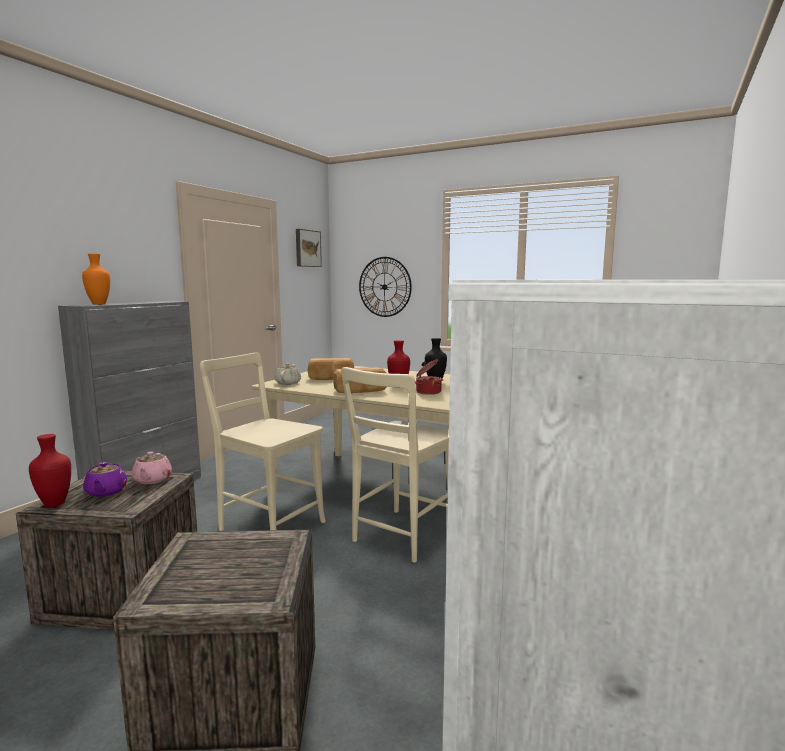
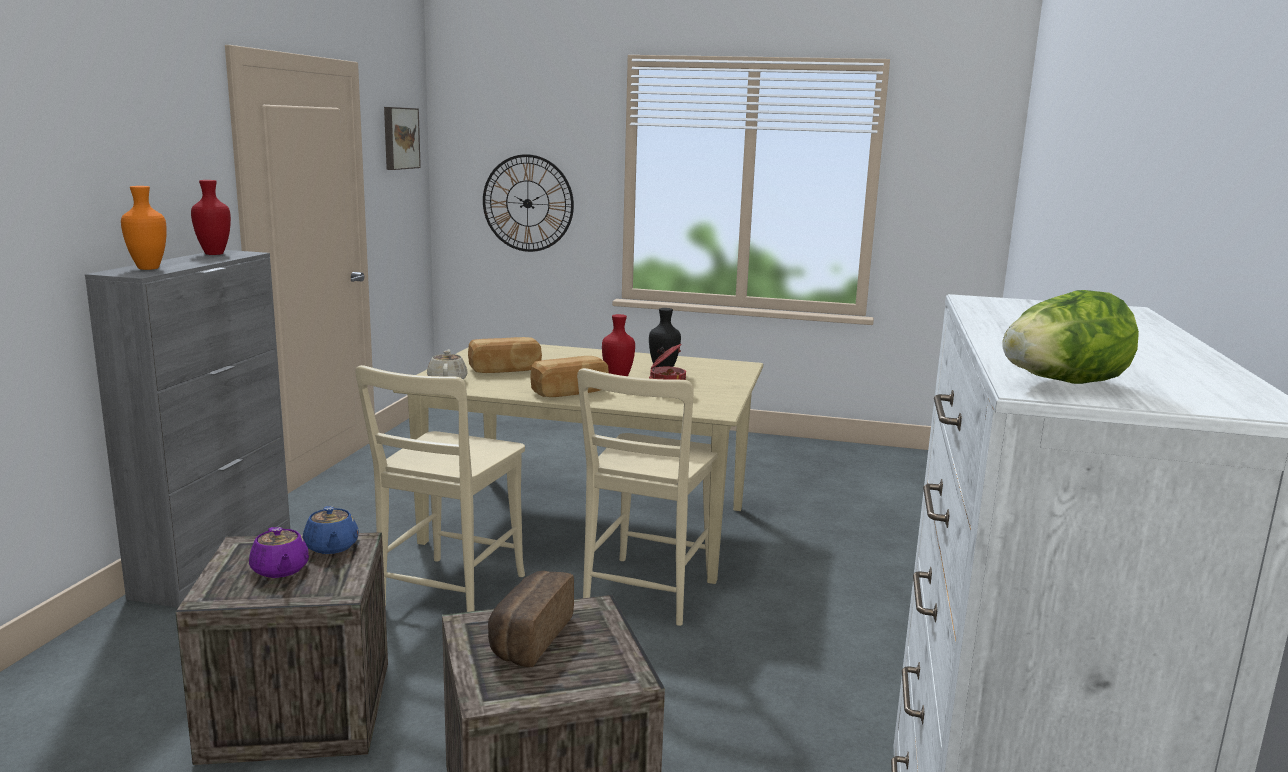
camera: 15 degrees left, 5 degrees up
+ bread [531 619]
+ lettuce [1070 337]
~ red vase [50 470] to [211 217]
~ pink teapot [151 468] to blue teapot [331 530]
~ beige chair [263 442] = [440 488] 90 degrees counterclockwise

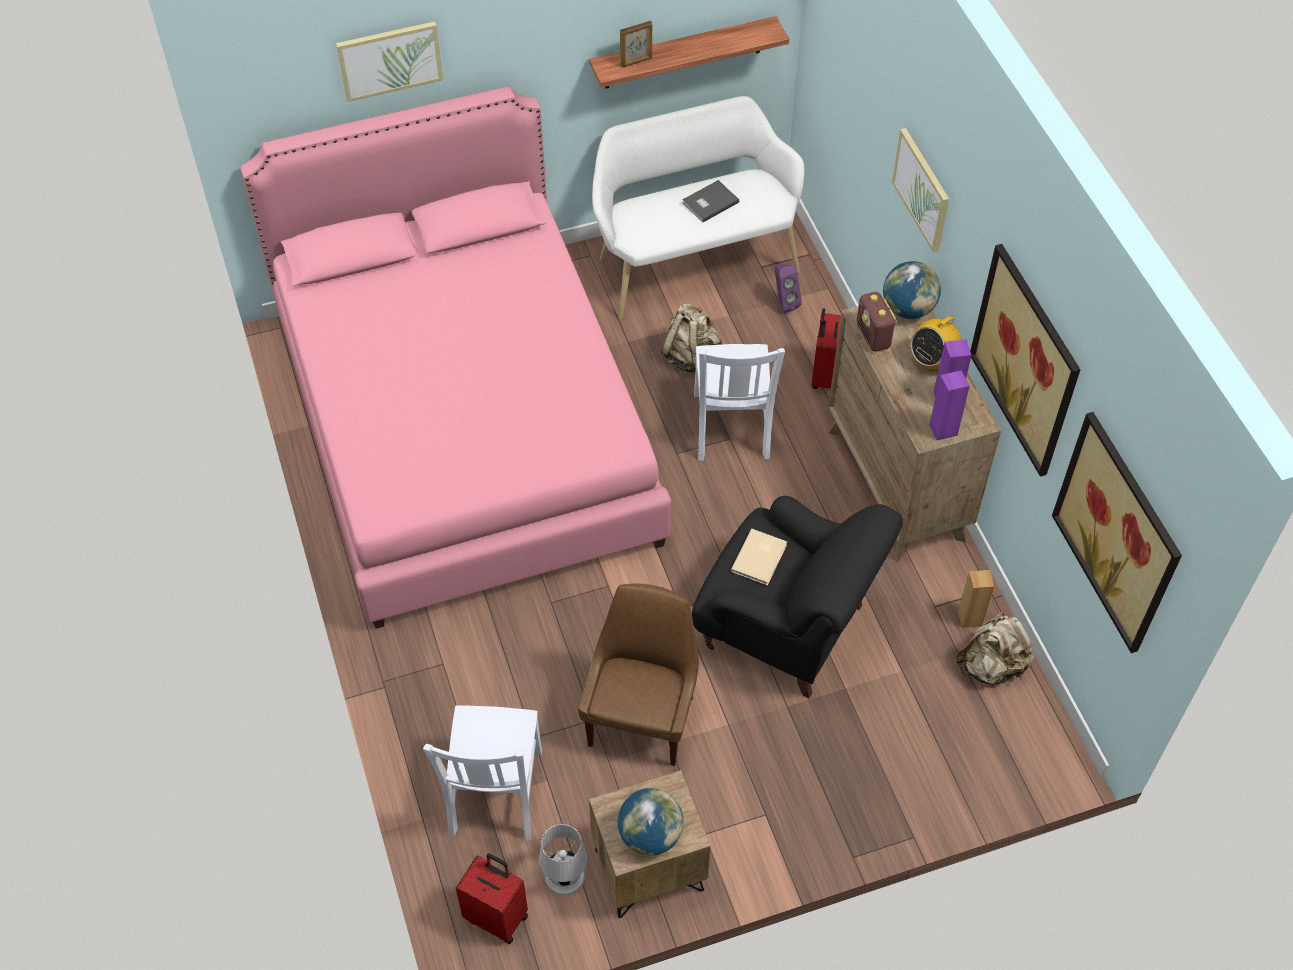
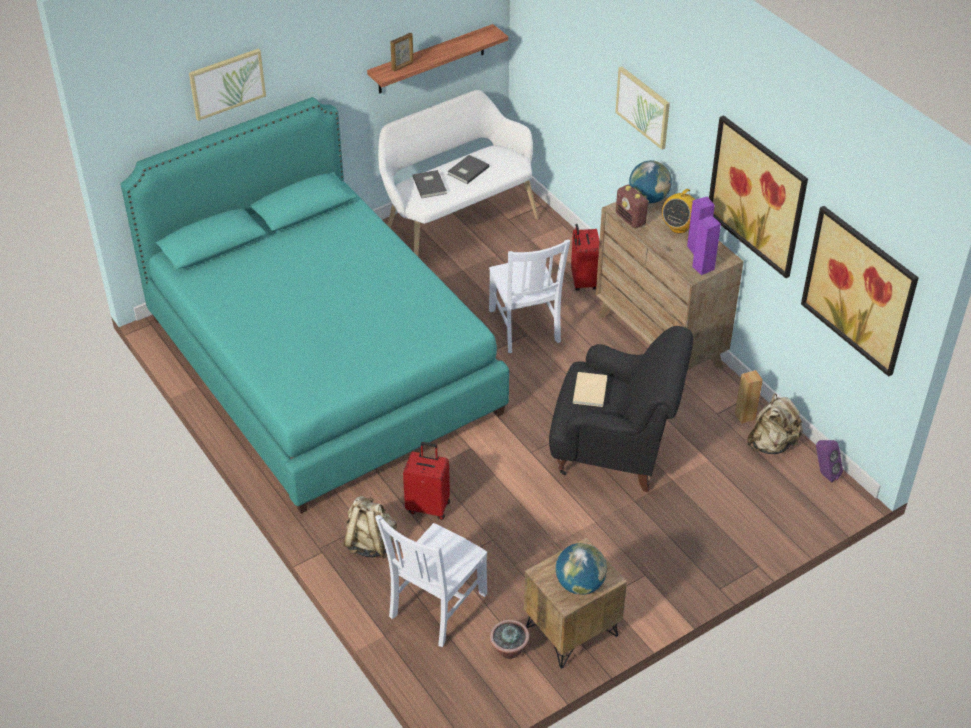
camera: 15 degrees left, 10 degrees down
- brown chair [638 675]
+ grey book [430 184]
~ red suitcase [492 898] to [426 481]
~ beige backpack [691 338] to [370 527]
~ purple speaker [788 288] to [829 461]
~ white table lamp [563 859] to potted plant [510 639]
~ pink bed [456 357] to turquoise bed [315 305]
~ white chair [482 773] = [431 581] 45 degrees clockwise

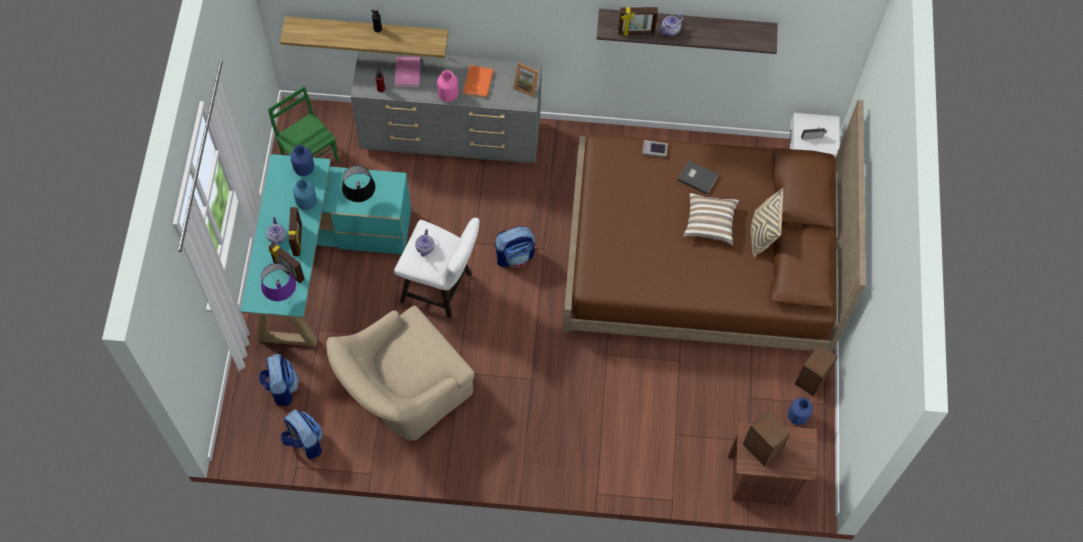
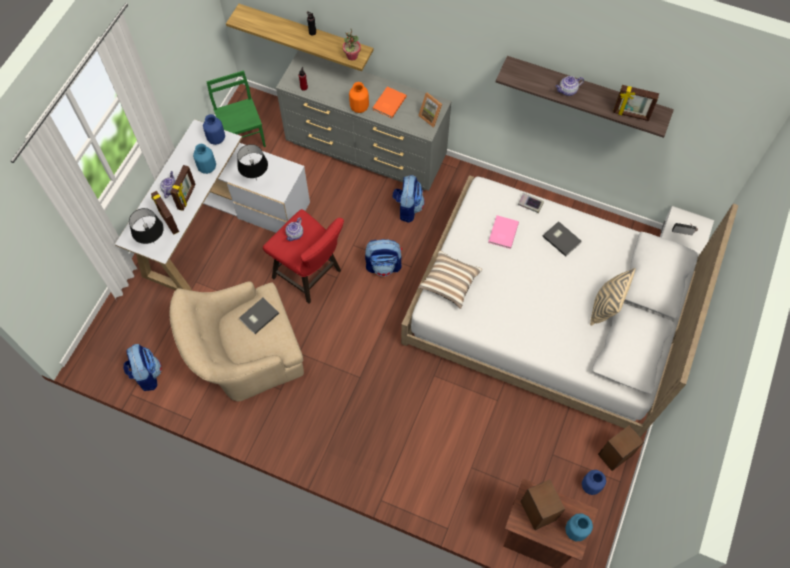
camera: 20 degrees right, 0 degrees up
+ grey book [259 316]
+ potted plant [352 44]
+ blue vase [579 527]
~ backpack [279 380] to [409 199]
~ pink book [408 72] to [503 232]
~ picture frame [638 21] to [636 103]
~ pillow [711 219] to [450 279]
~ turquoise desk [325 250] to white desk [212 205]
~ purple table lamp [278 282] to black table lamp [146 226]
~ white stool [437 268] to red stool [303 256]
~ pink vase [448 86] to orange vase [359 97]
~ brown bed [714 226] to white bed [570 306]

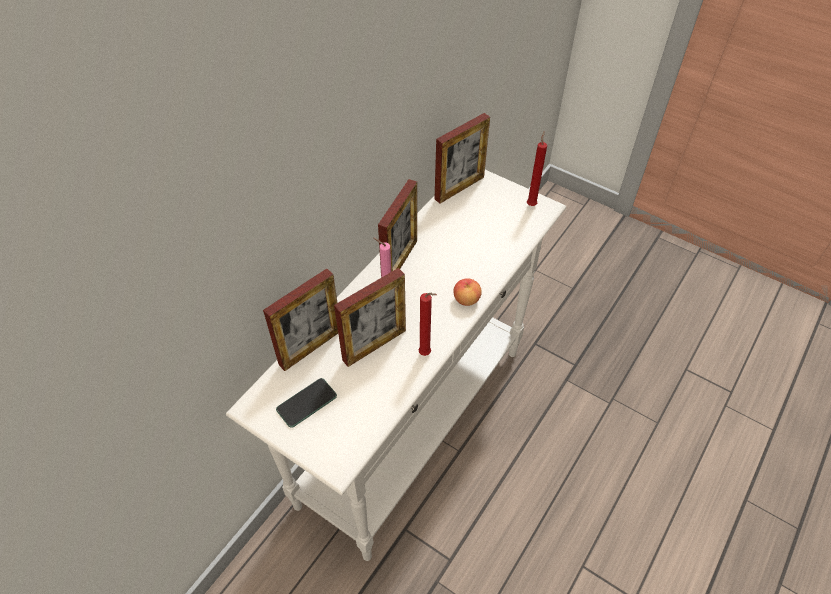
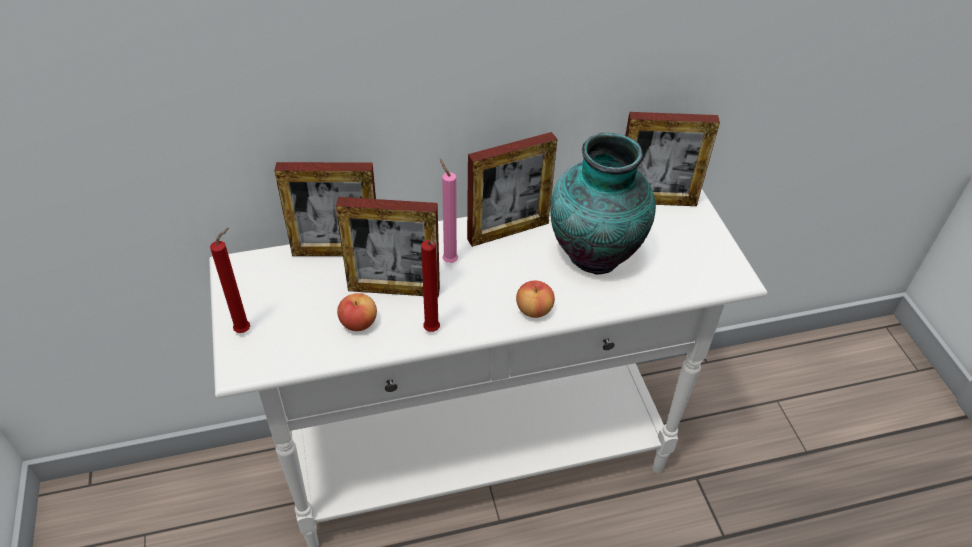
camera: 40 degrees right, 5 degrees down
- phone [306 403]
+ apple [357 312]
+ vase [603 204]
~ red candle [537 168] to [230 280]

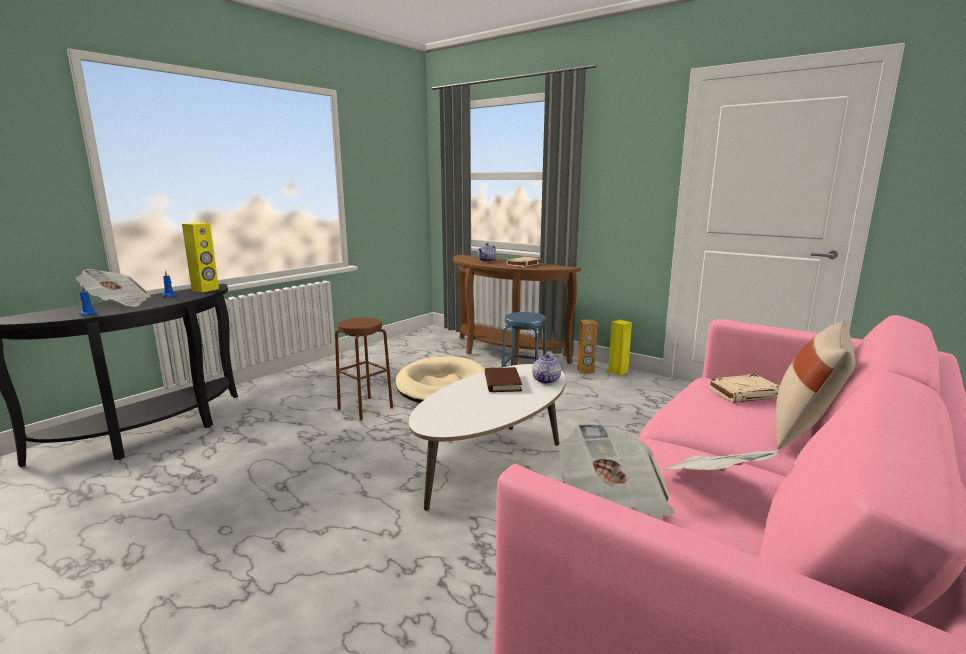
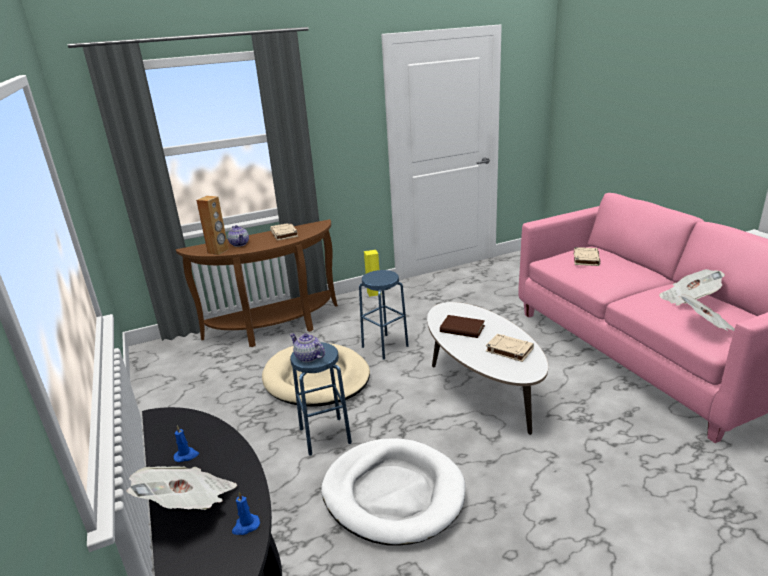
camera: 60 degrees left, 10 degrees up
- yellow speaker [200 257]
- beige pillow [815 385]
+ white dog bed [393 492]
+ beige book [510 348]
~ teapot [546 368] to [307 347]
~ brown speaker [587 347] to [212 225]
~ brown stool [364 369] to blue stool [321 399]

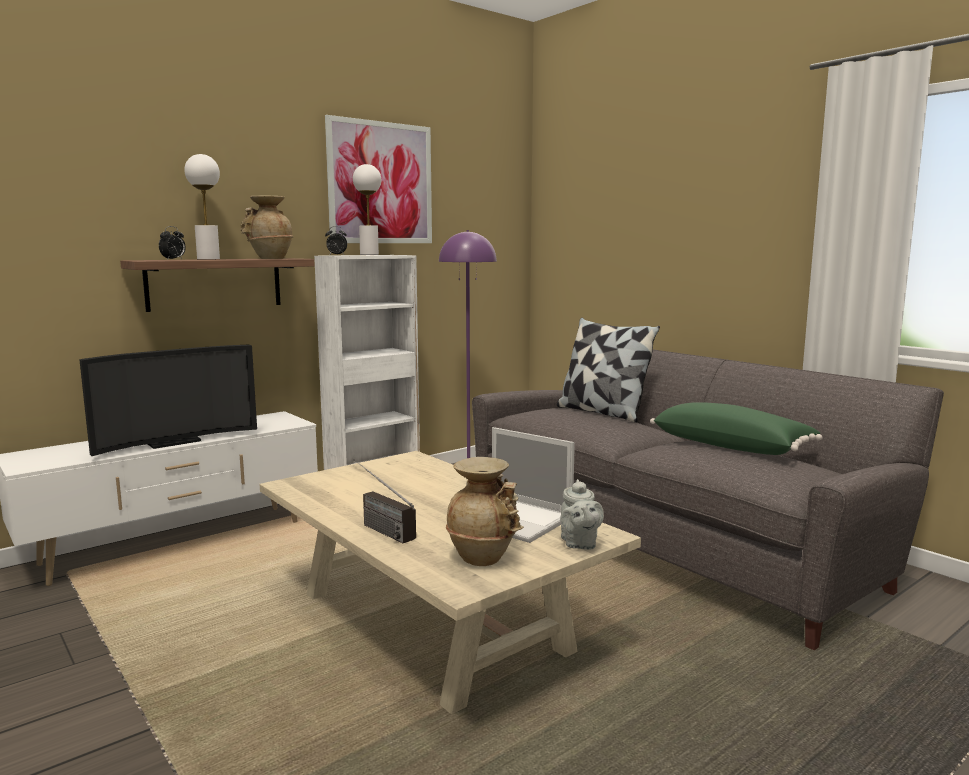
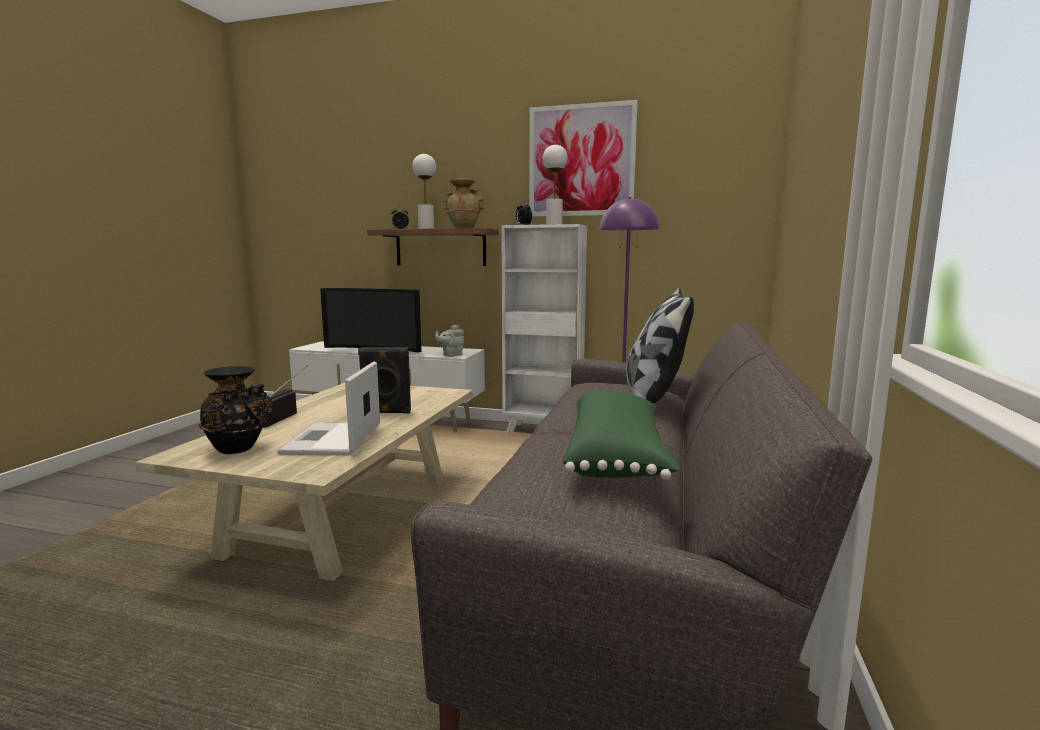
camera: 55 degrees right, 0 degrees up
+ black speaker [384 380]
~ grey teapot [582 514] to [449 341]
~ beige vase [485 511] to black vase [236 410]

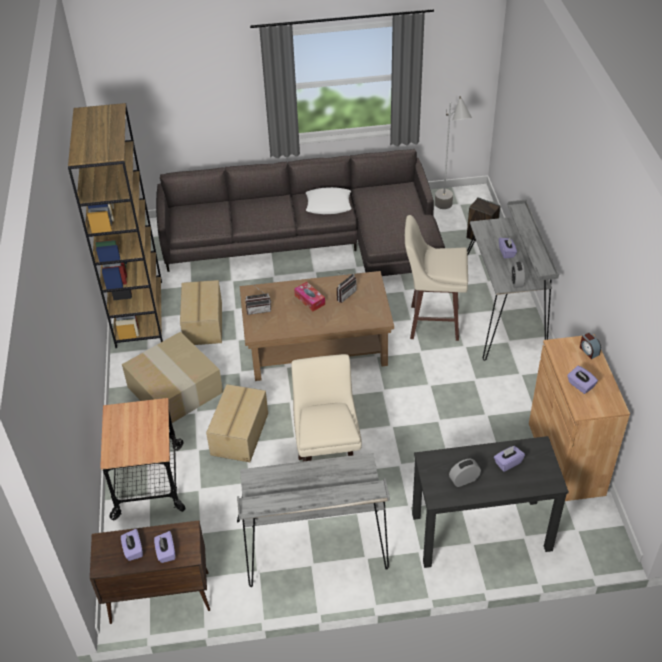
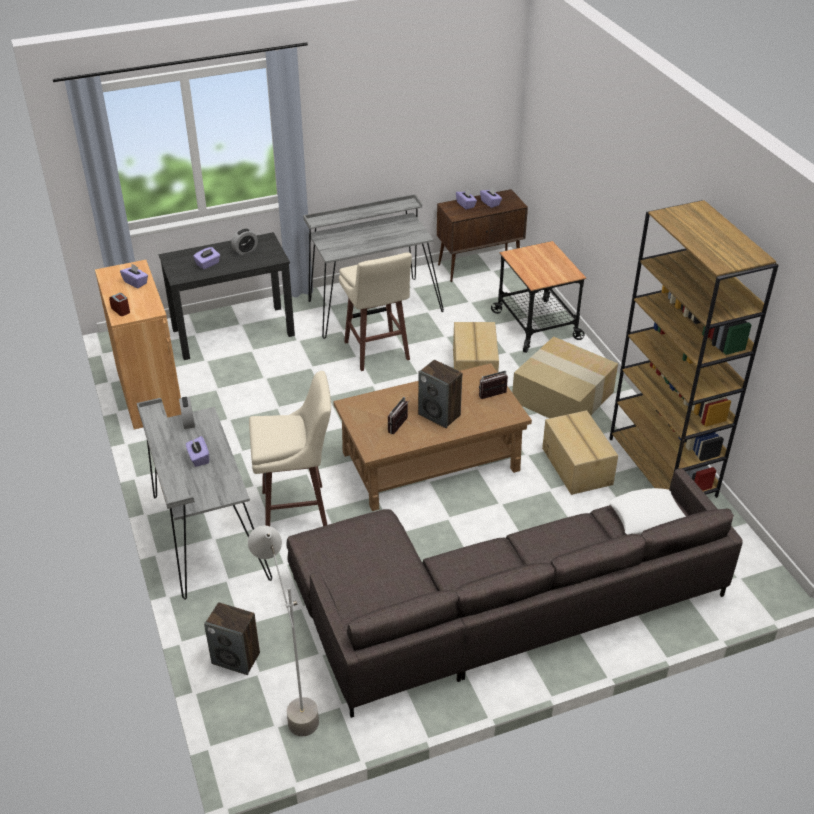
camera: 165 degrees right, 5 degrees down
~ white pillow [329 200] to [647 511]
~ tissue box [309 296] to speaker [440 394]

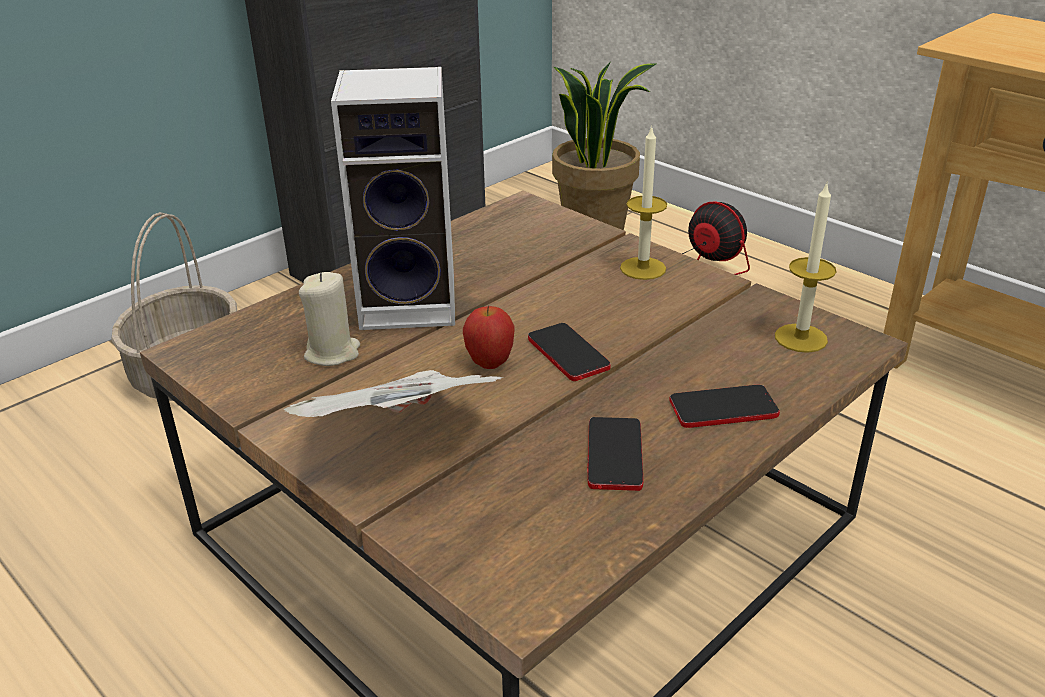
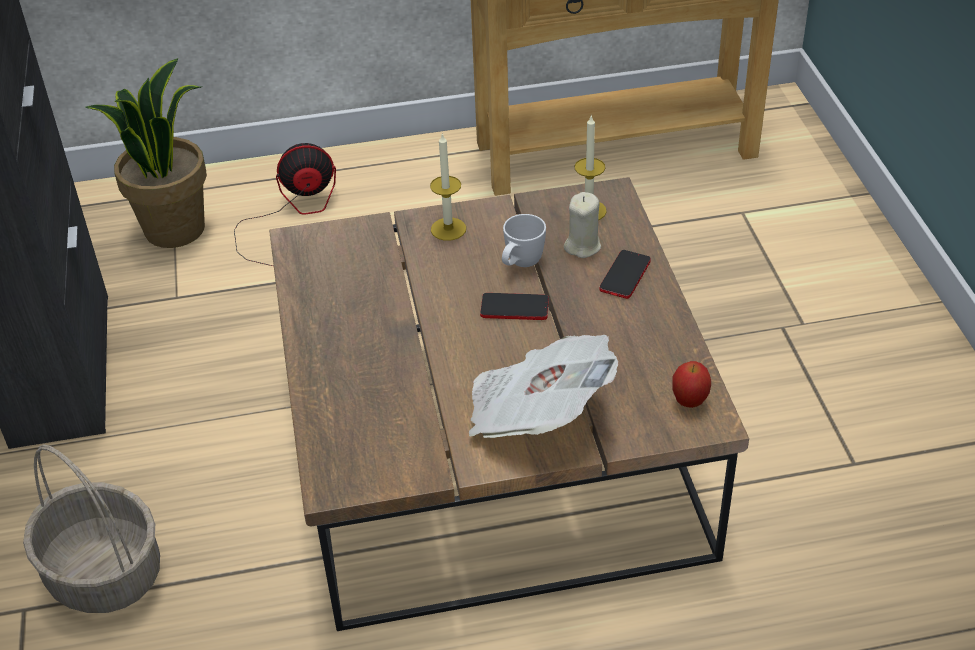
camera: 55 degrees left, 10 degrees up
- speaker [393 198]
- phone [615 454]
+ white mug [524 240]
~ beige candle [329 319] to [582 225]
~ apple [488 337] to [691 384]

